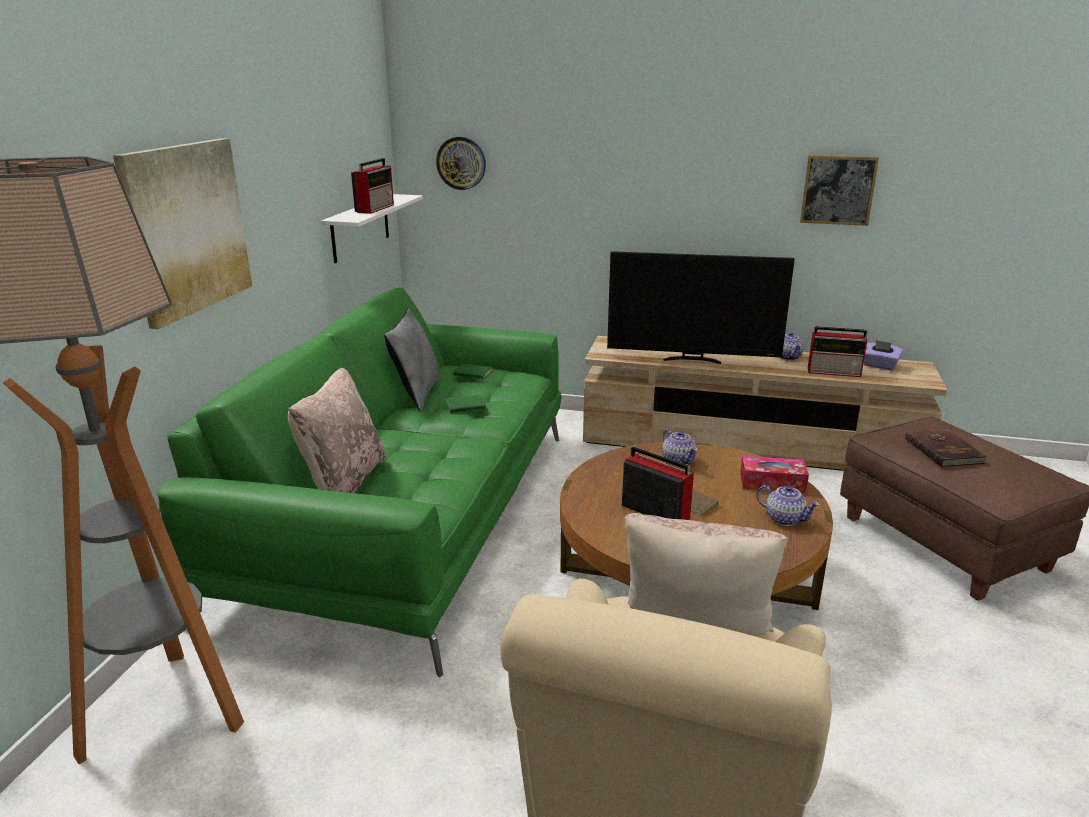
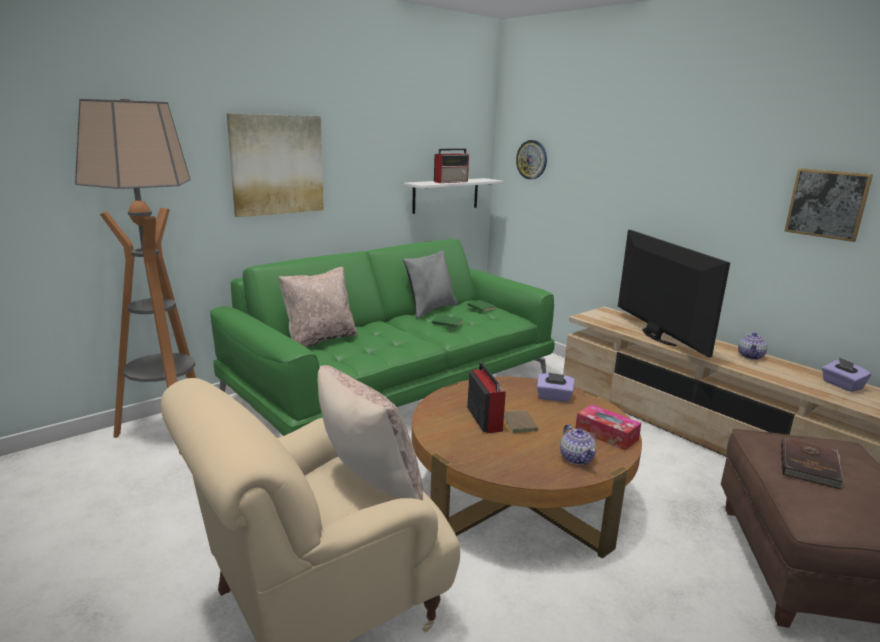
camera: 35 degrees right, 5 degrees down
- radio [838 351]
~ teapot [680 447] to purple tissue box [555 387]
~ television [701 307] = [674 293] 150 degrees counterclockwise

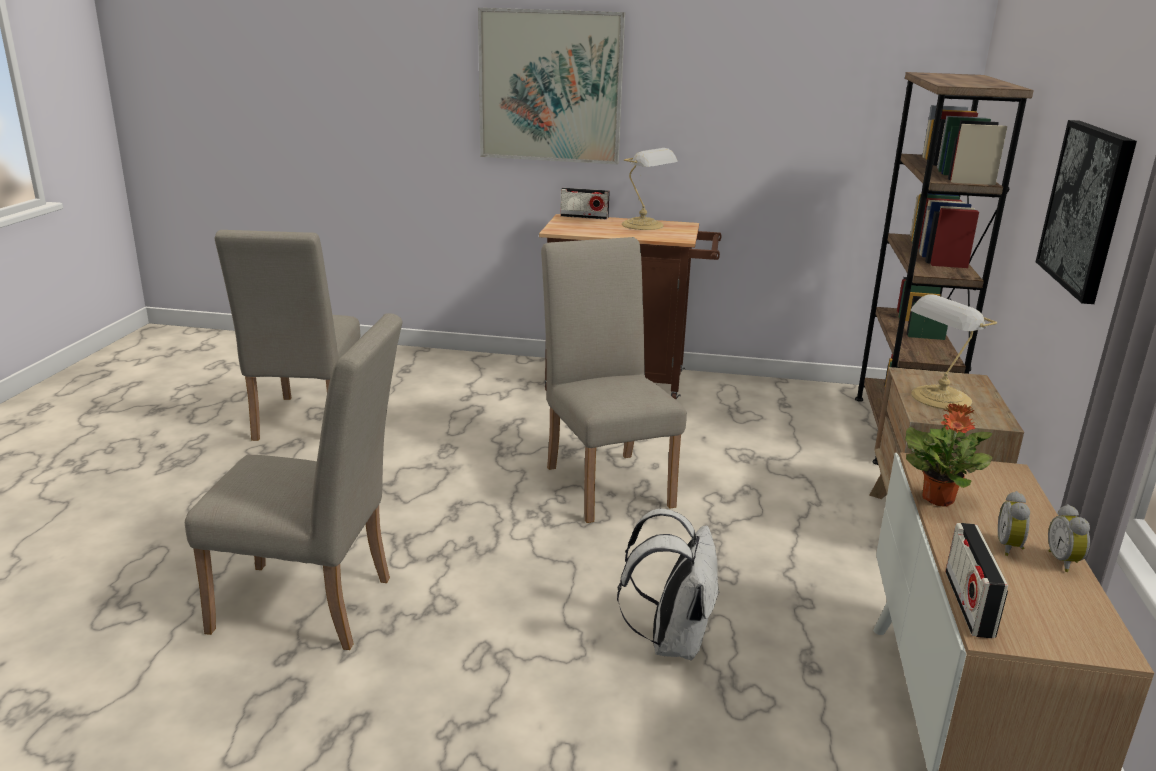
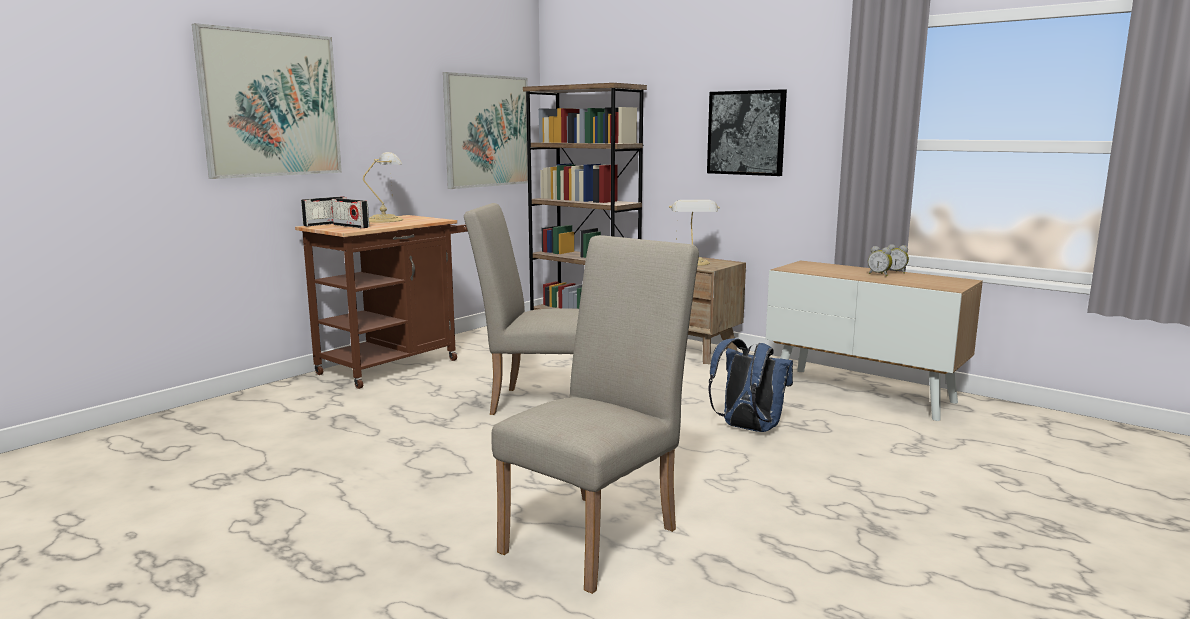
camera: 60 degrees left, 10 degrees down
- beige chair [287 335]
- potted plant [949 455]
+ picture [485 130]
~ radio [976 580] to [350 213]
~ white backpack [668 584] to blue backpack [750 385]

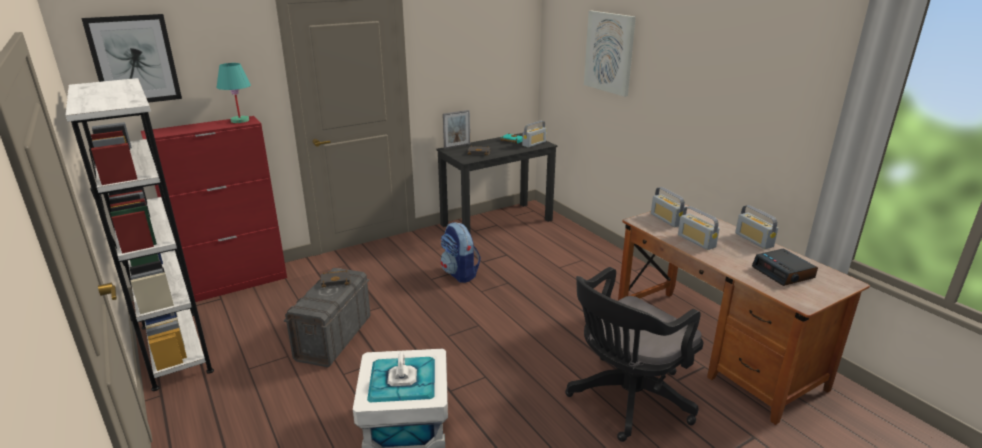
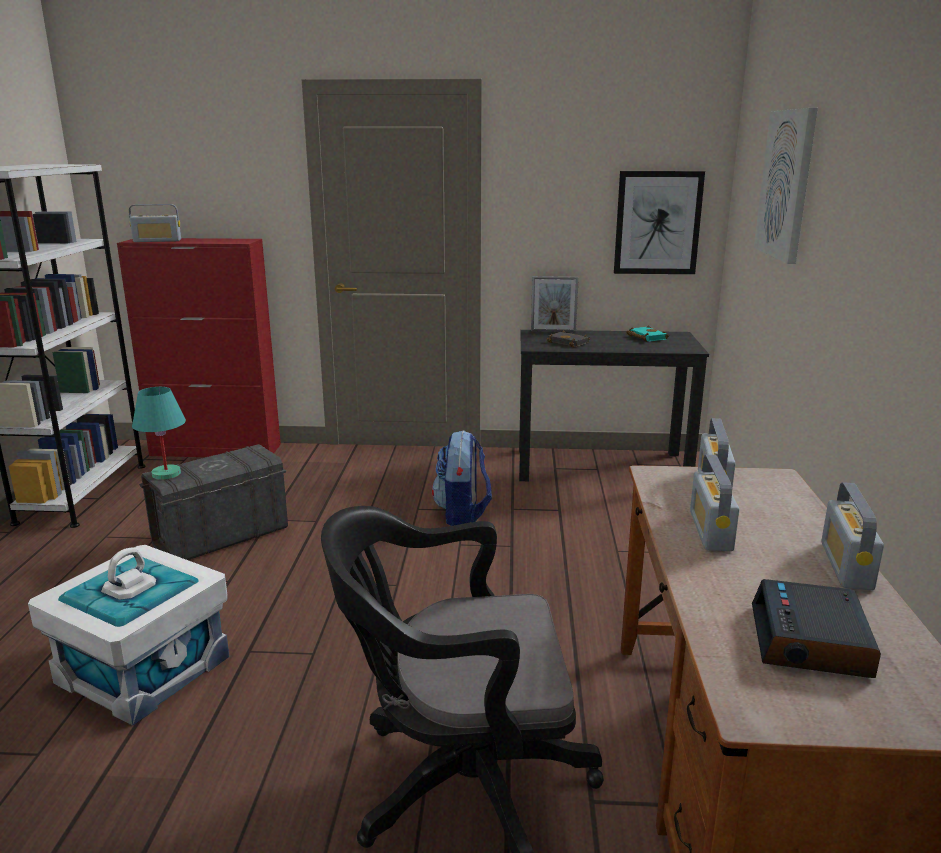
camera: 35 degrees right, 5 degrees down
- black book [335 279]
~ picture [131 58] to [659 222]
~ turquoise table lamp [234 93] to [159 433]
~ radio [534 134] to [155 223]

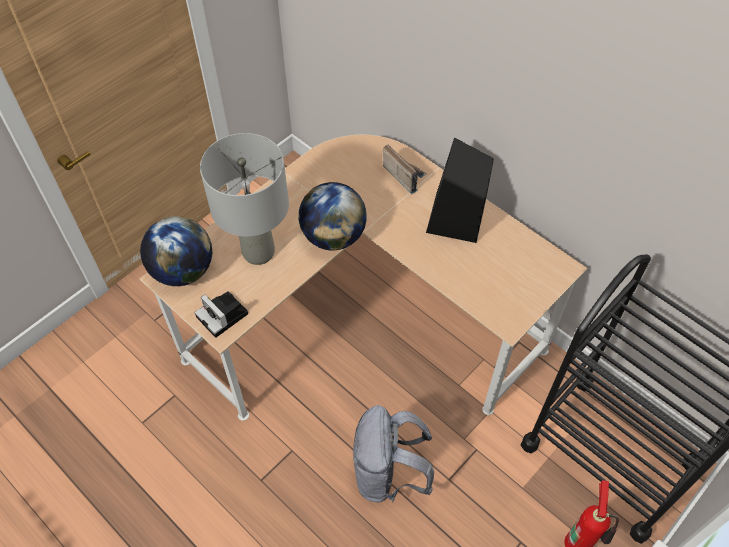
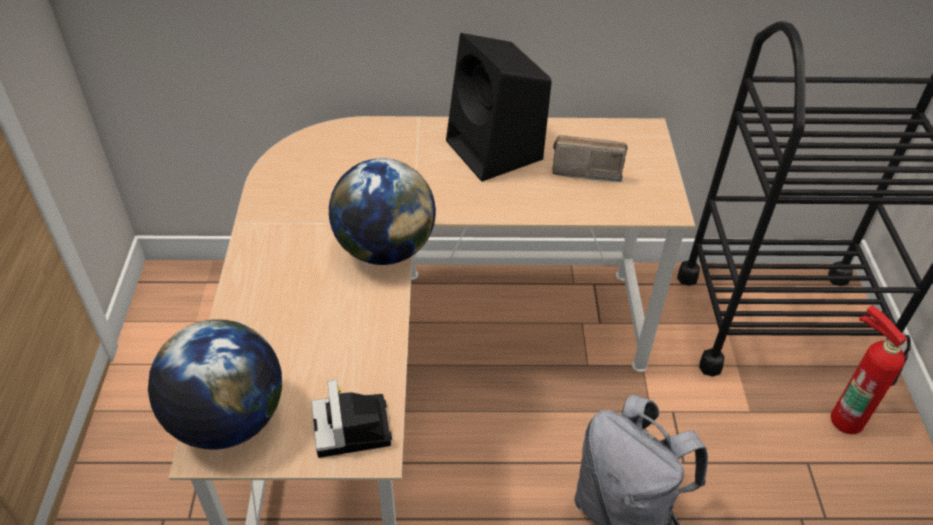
camera: 45 degrees left, 10 degrees down
- grey table lamp [244 199]
~ radio [405 169] to [590 158]
~ photo camera [221 314] = [352 418] 75 degrees clockwise

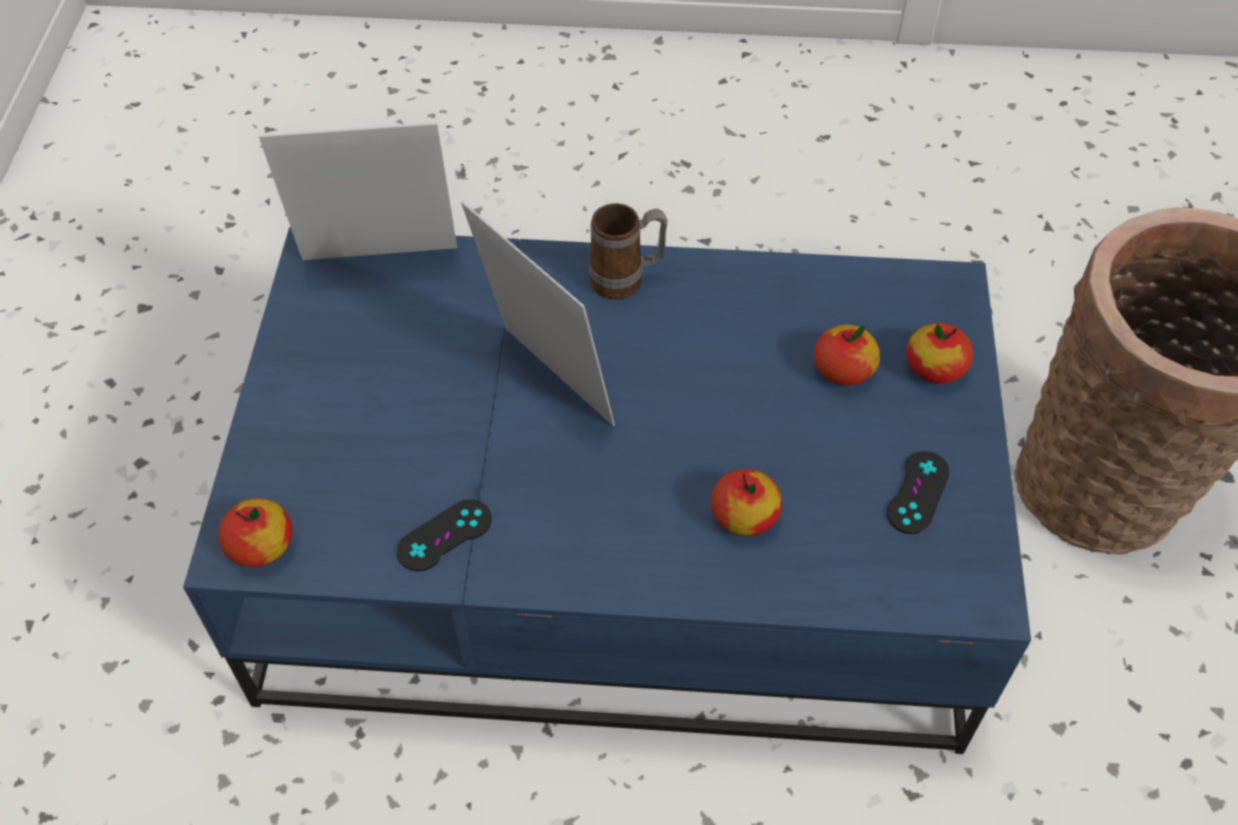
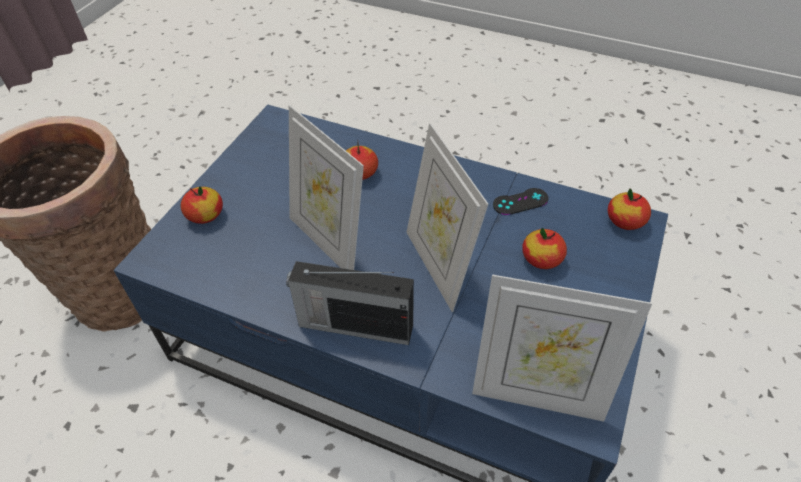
camera: 160 degrees left, 5 degrees down
- black game controller [918 492]
+ picture frame [326 187]
~ apple [847 355] to [544 248]
~ mug [628 251] to radio [350 303]

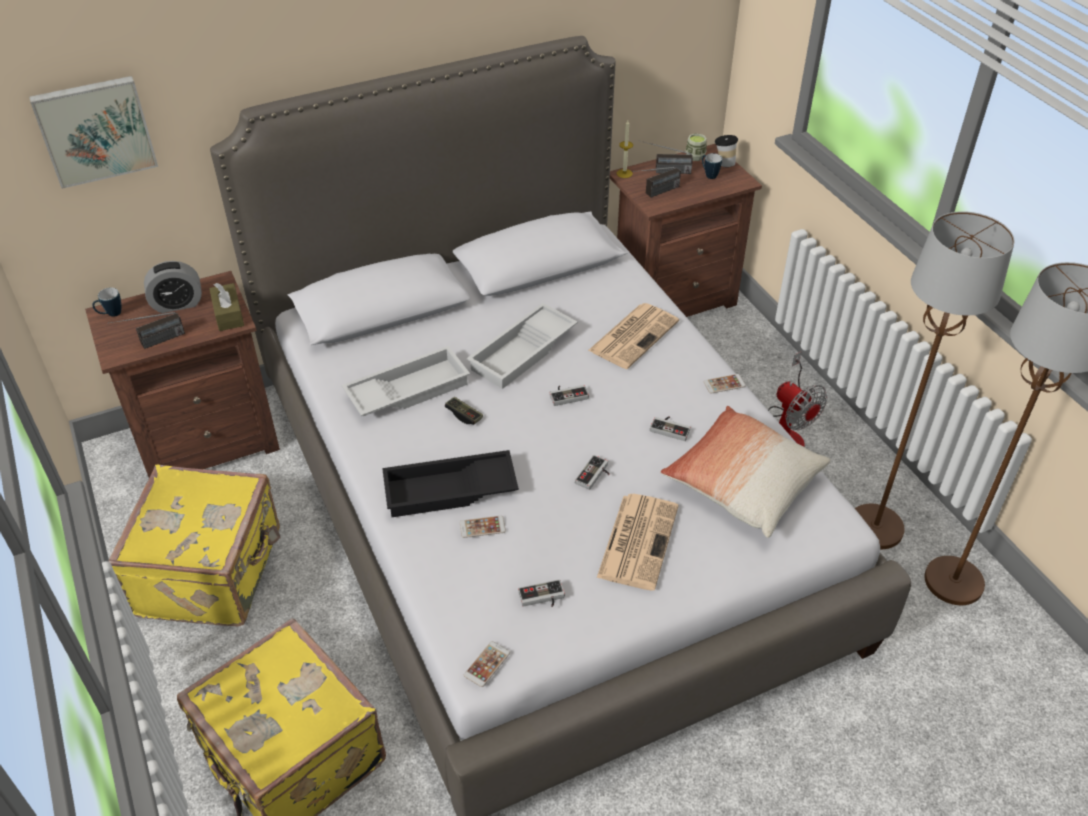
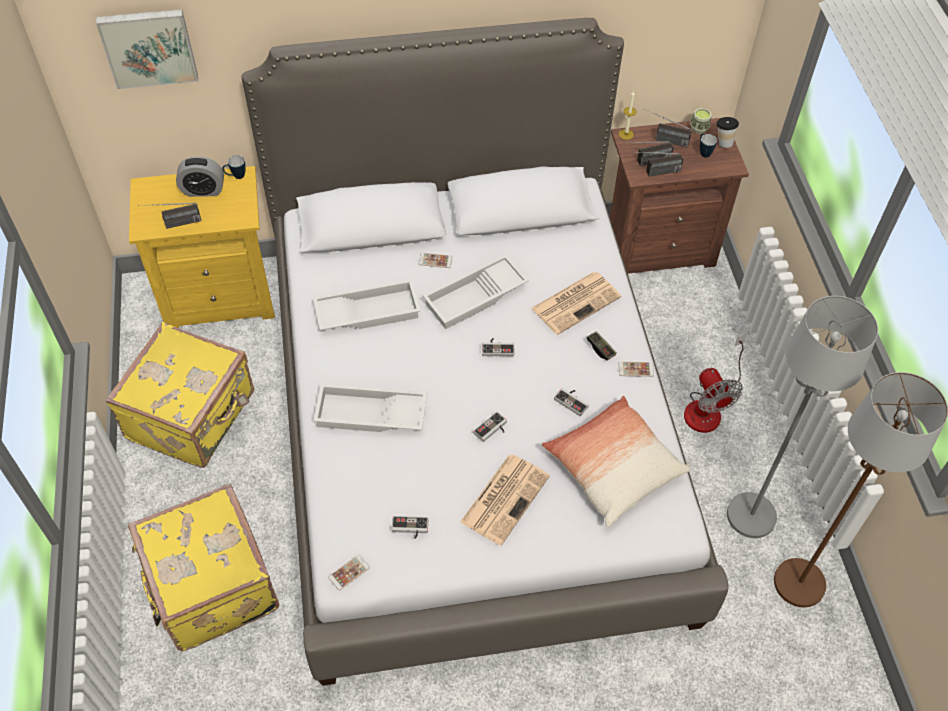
camera: 15 degrees right, 10 degrees up
- brown tissue box [226 307]
+ radio [661 164]
~ mug [106 302] to [234 167]
~ game controller [464 411] to [601 345]
~ phone [483 527] to [435 260]
~ brown nightstand [182 374] to yellow nightstand [202 247]
~ black tray [450 483] to white tray [370 408]
~ brown floor lamp [935 380] to grey floor lamp [802 417]

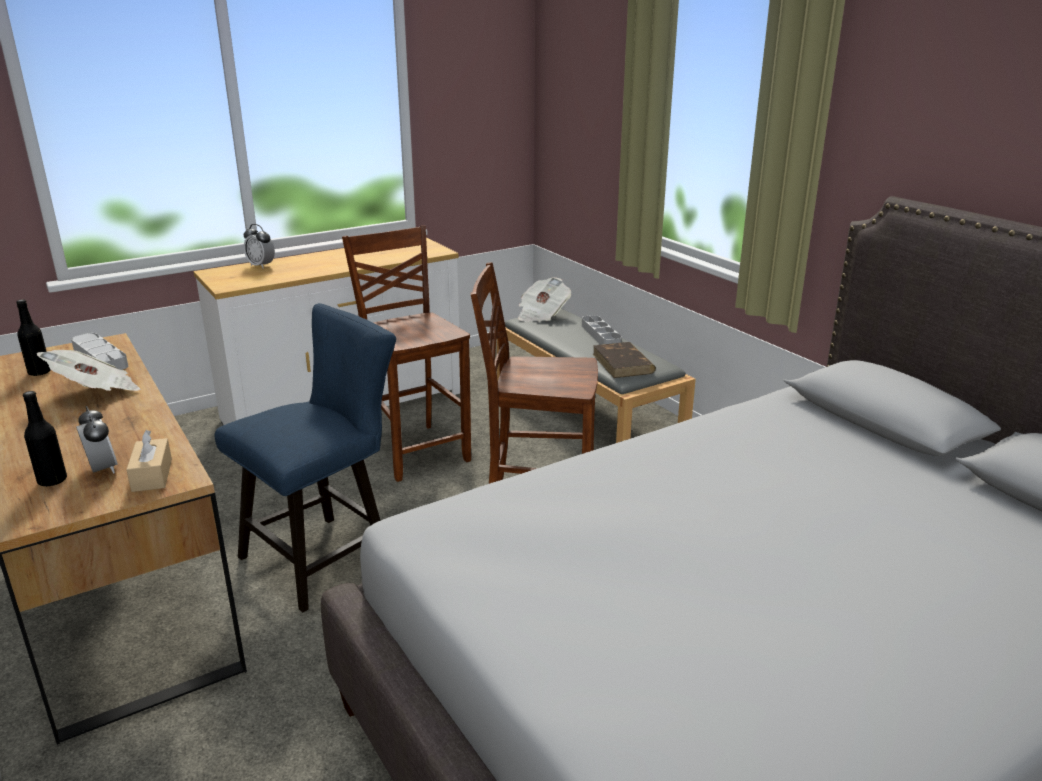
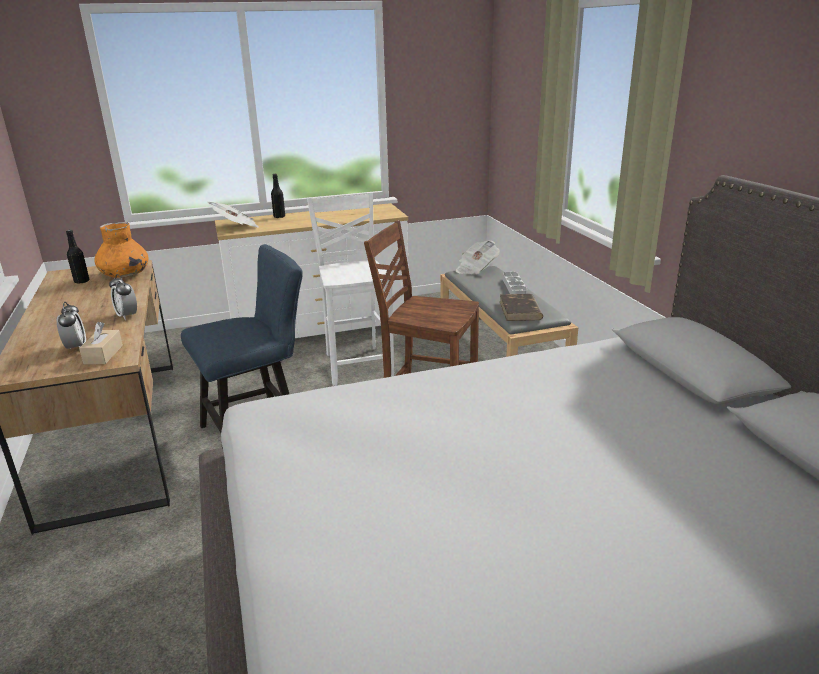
camera: 15 degrees right, 0 degrees up
~ black bottle [45 439] to [278 196]
~ newspaper [89 370] to [232 214]
~ alarm clock [259 246] to [123 297]
~ grey tray [99 351] to orange vase [121 250]
~ brown chair [406 353] to white chair [350 289]

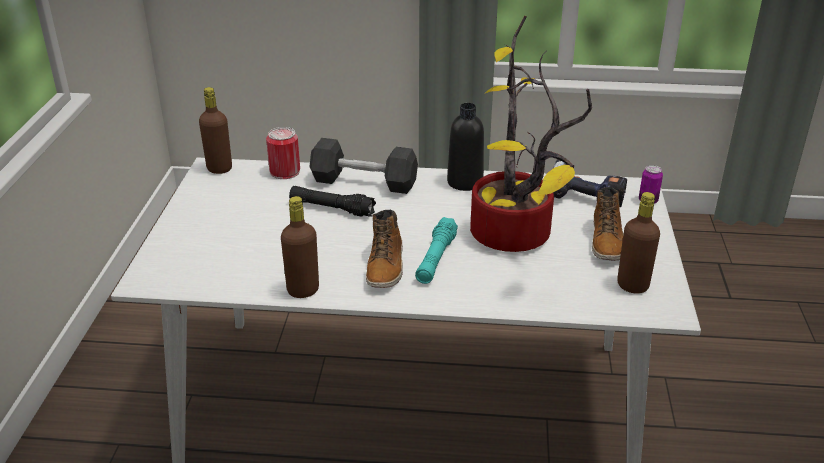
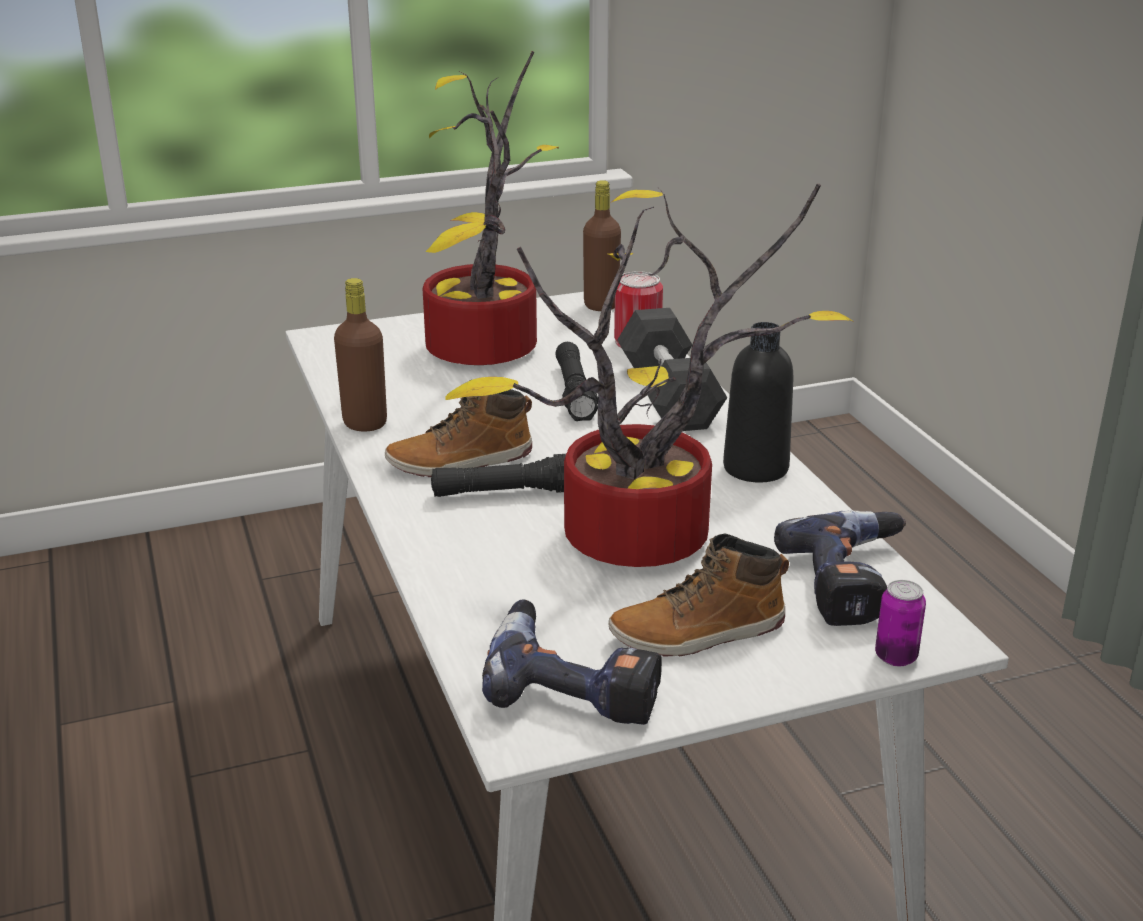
camera: 65 degrees right, 5 degrees down
+ potted plant [491 208]
~ brown bottle [638 243] to power drill [572 662]
~ turquoise flashlight [436 250] to black flashlight [499 475]

